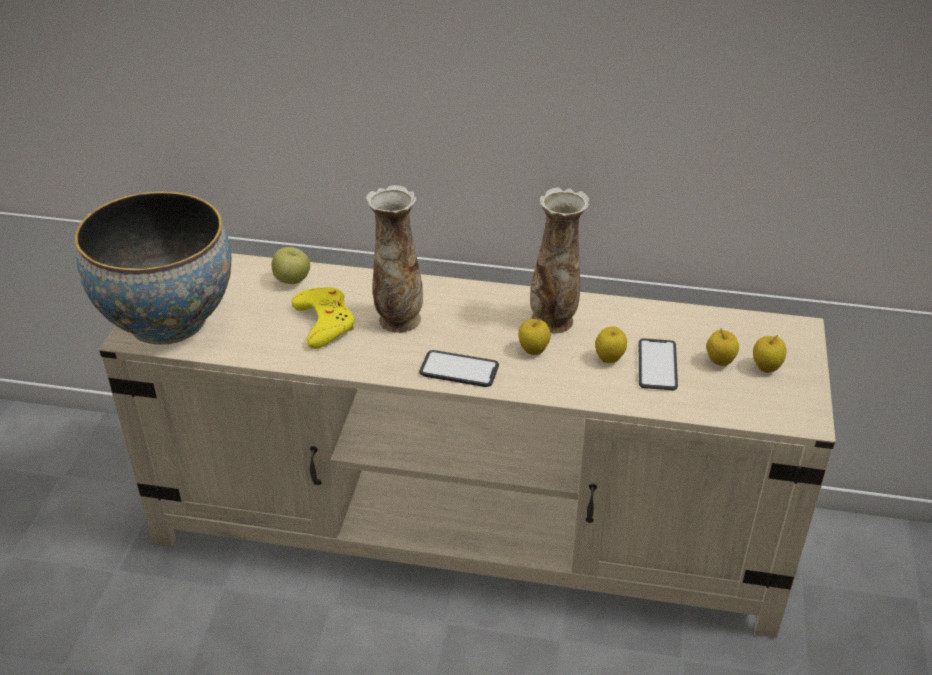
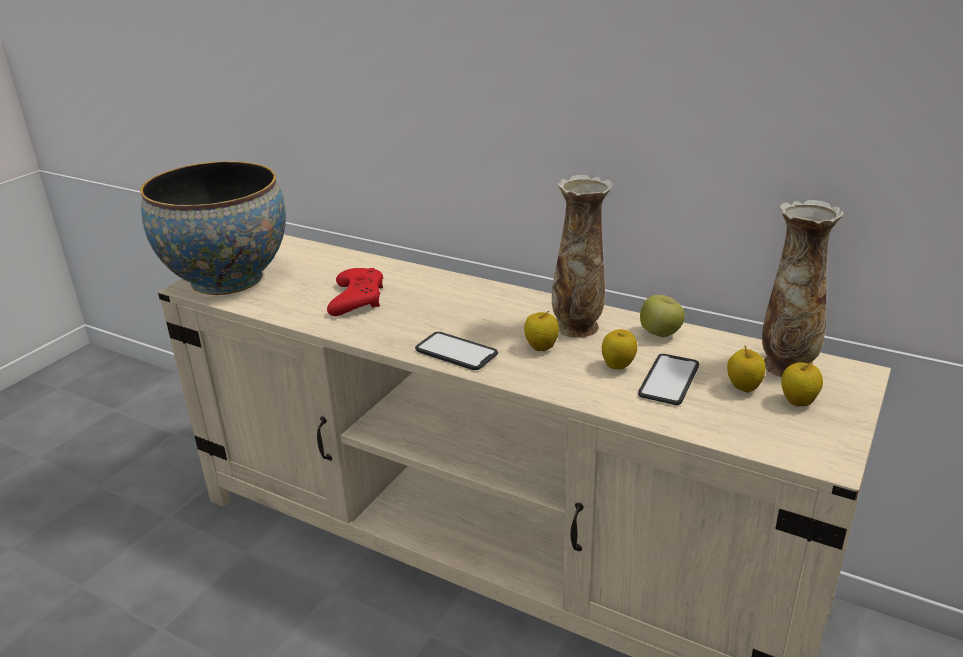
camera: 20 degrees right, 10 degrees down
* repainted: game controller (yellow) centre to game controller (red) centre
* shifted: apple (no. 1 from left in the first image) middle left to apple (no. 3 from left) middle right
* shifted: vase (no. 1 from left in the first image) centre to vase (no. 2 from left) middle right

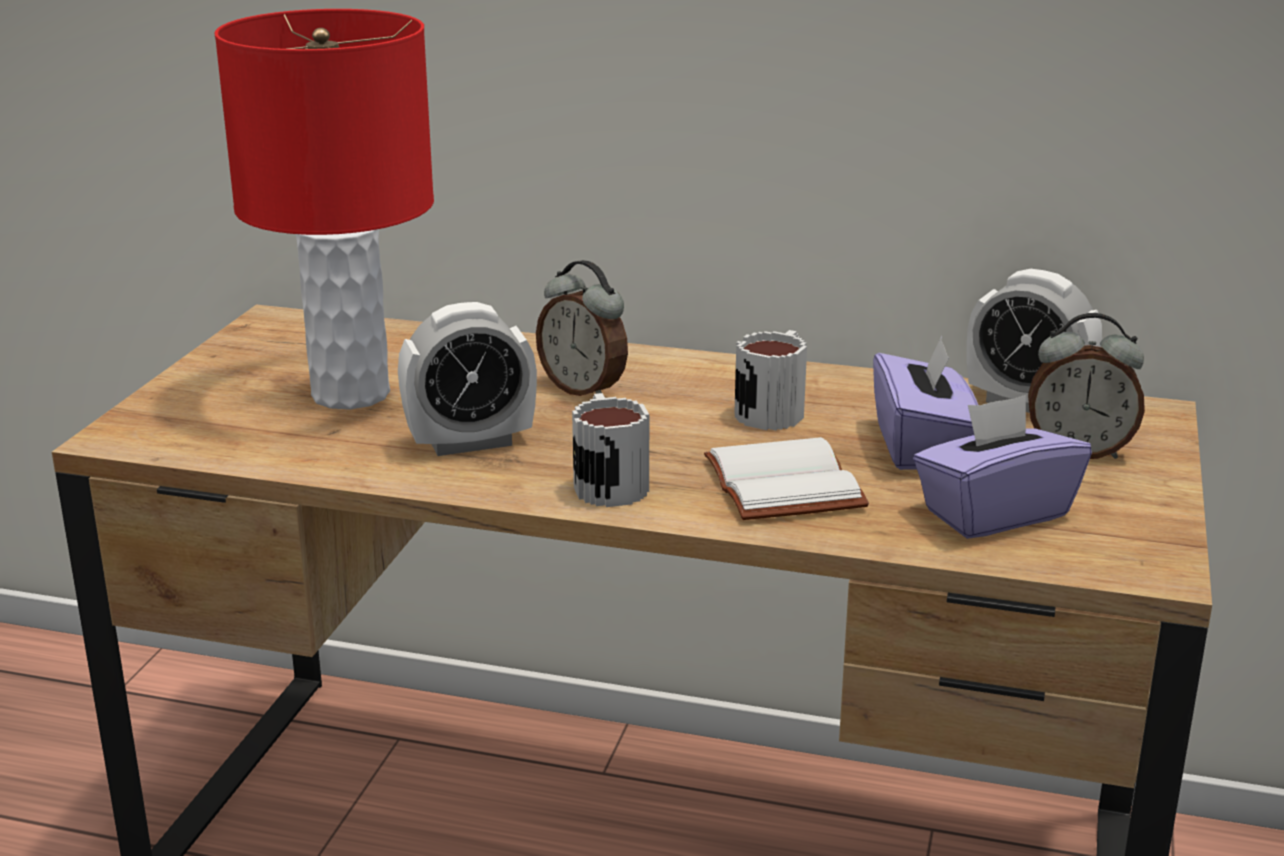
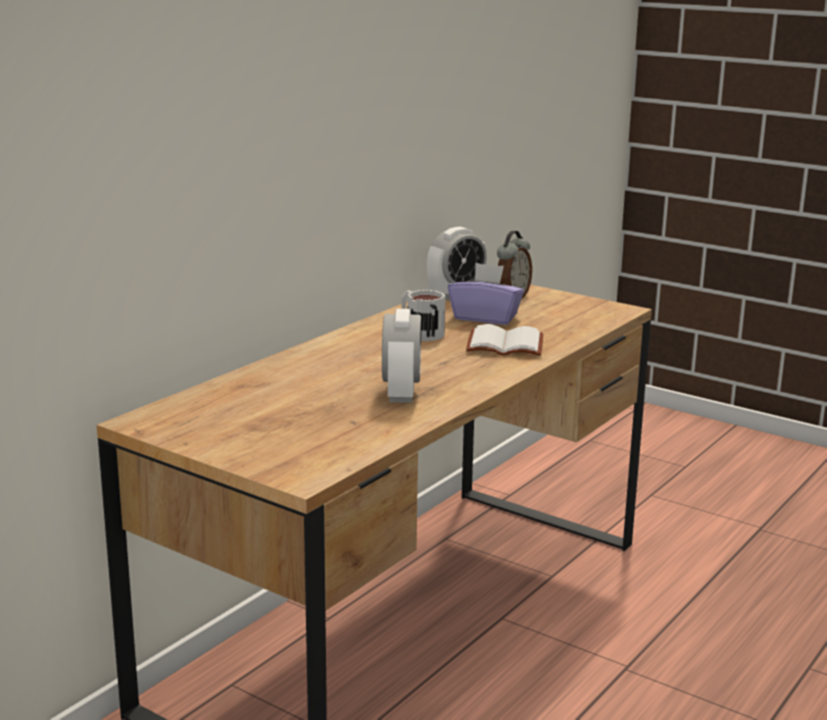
camera: 70 degrees left, 5 degrees down
* gone: table lamp (red) top left
* gone: alarm clock (no. 2 from left) centre
* gone: mug (no. 1 from left) centre
* gone: tissue box (purple) (no. 2 from left) middle right

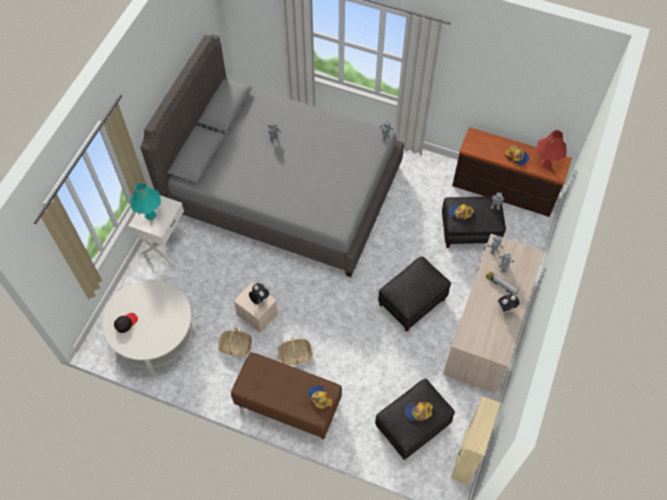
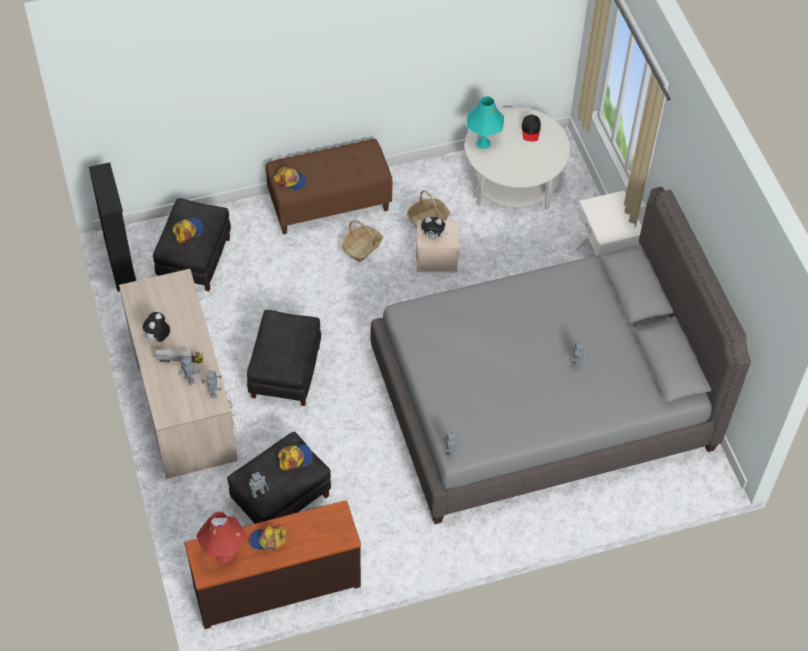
camera: 140 degrees right, 5 degrees down
* repainted: bookcase (beige) bottom right to bookcase (black) middle left
* shifted: table lamp (turquoise) middle left to top centre

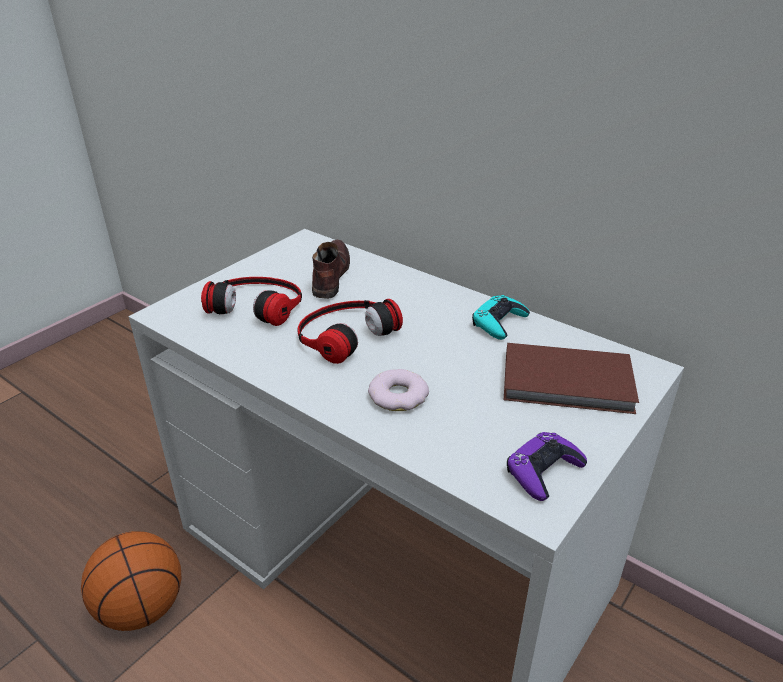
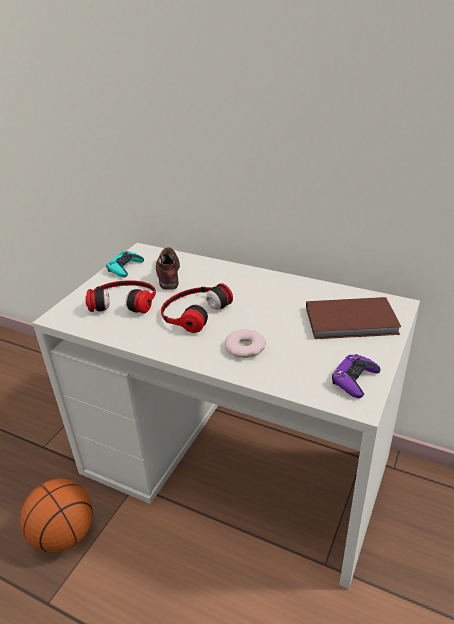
camera: 10 degrees left, 0 degrees up
* shifted: game controller (turquoise) centre to middle left

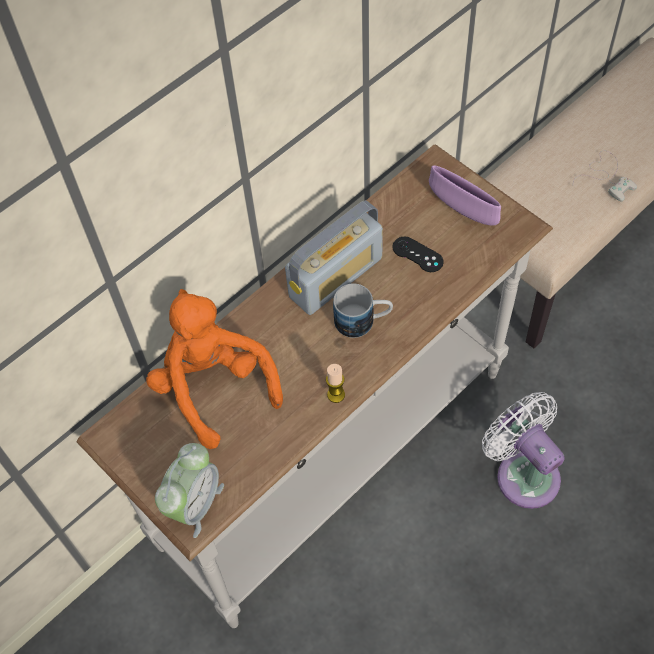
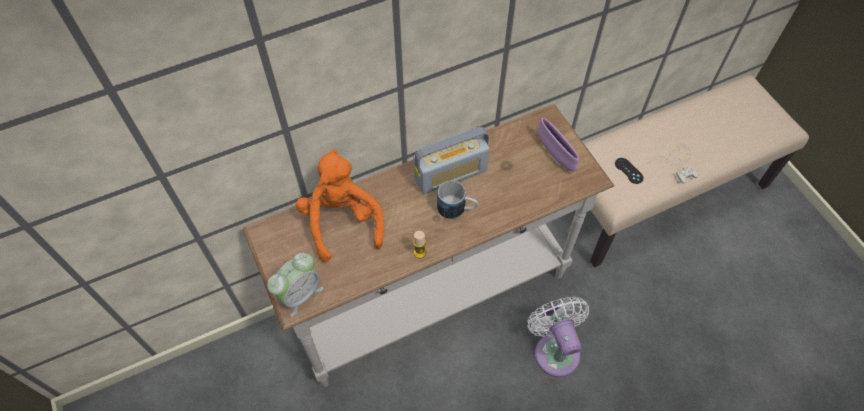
camera: 15 degrees right, 0 degrees up
* shifted: game controller (black) centre to middle right

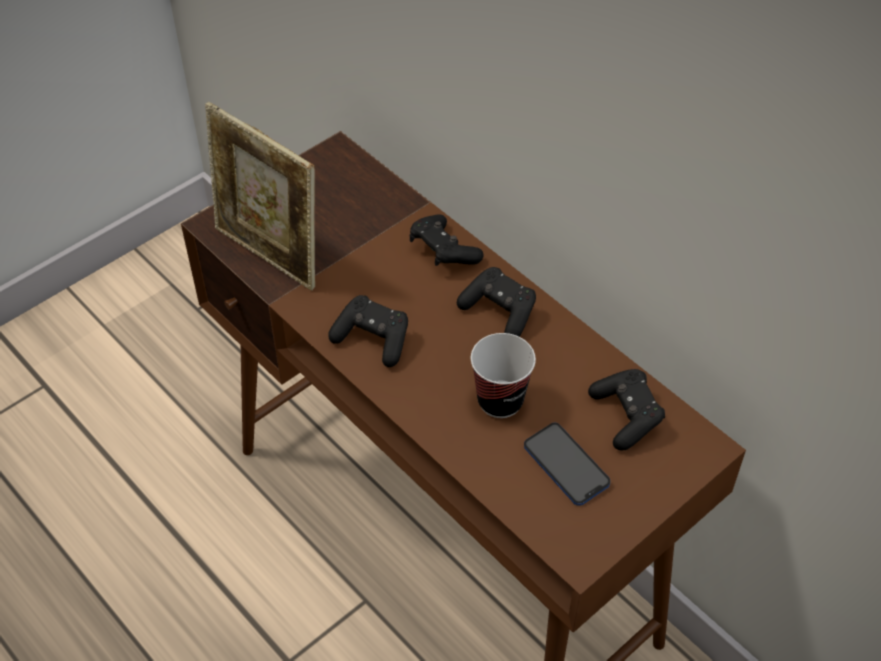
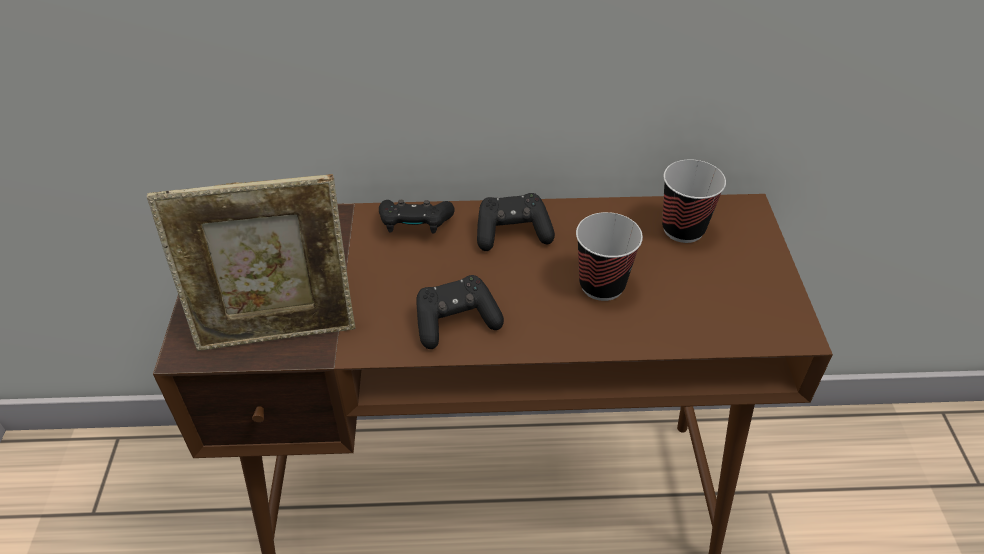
camera: 50 degrees left, 5 degrees down
* swapped: game controller (black) (no. 4 from left) middle right to cup (no. 2 from left) middle right
* gone: phone bottom centre

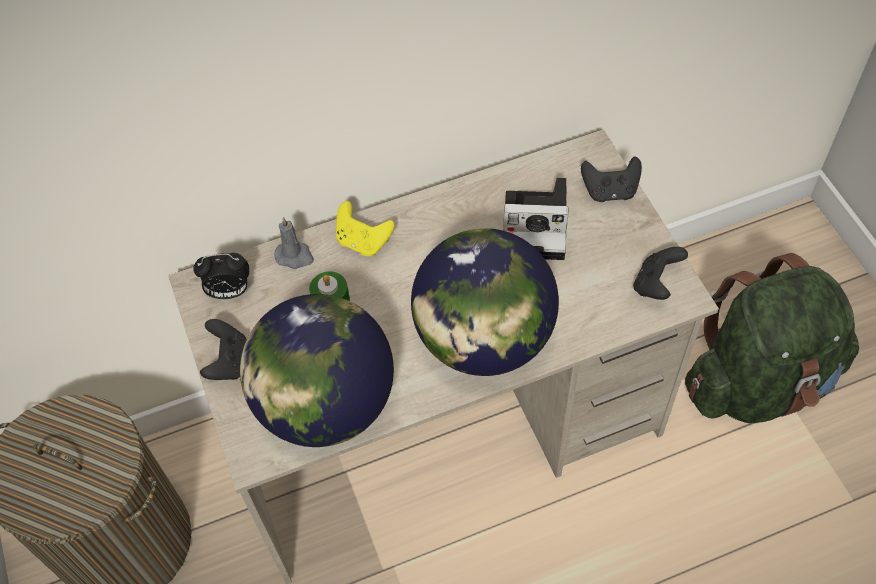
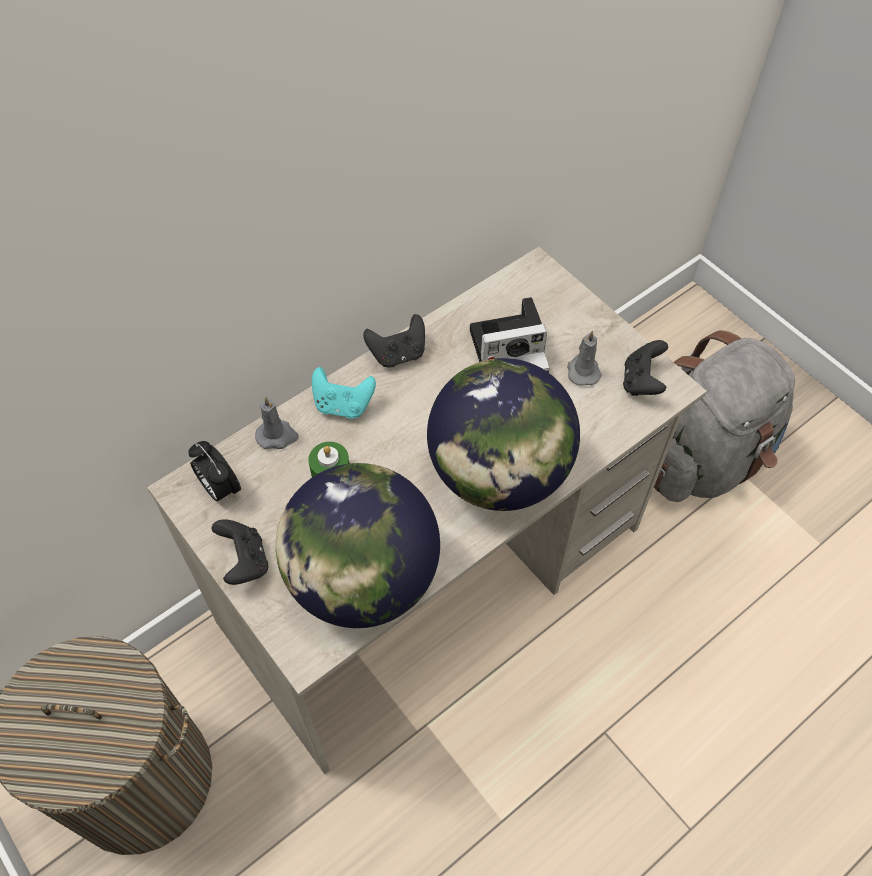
camera: 20 degrees left, 0 degrees up
* rotated: alarm clock middle left = middle left 75 degrees clockwise
* repainted: game controller (yellow) centre to game controller (turquoise) centre
* shifted: game controller (black) (no. 2 from left) top right to centre
* new: candle (grey) (no. 2 from left) middle right
* repainted: backpack (green) middle right to backpack (grey) middle right

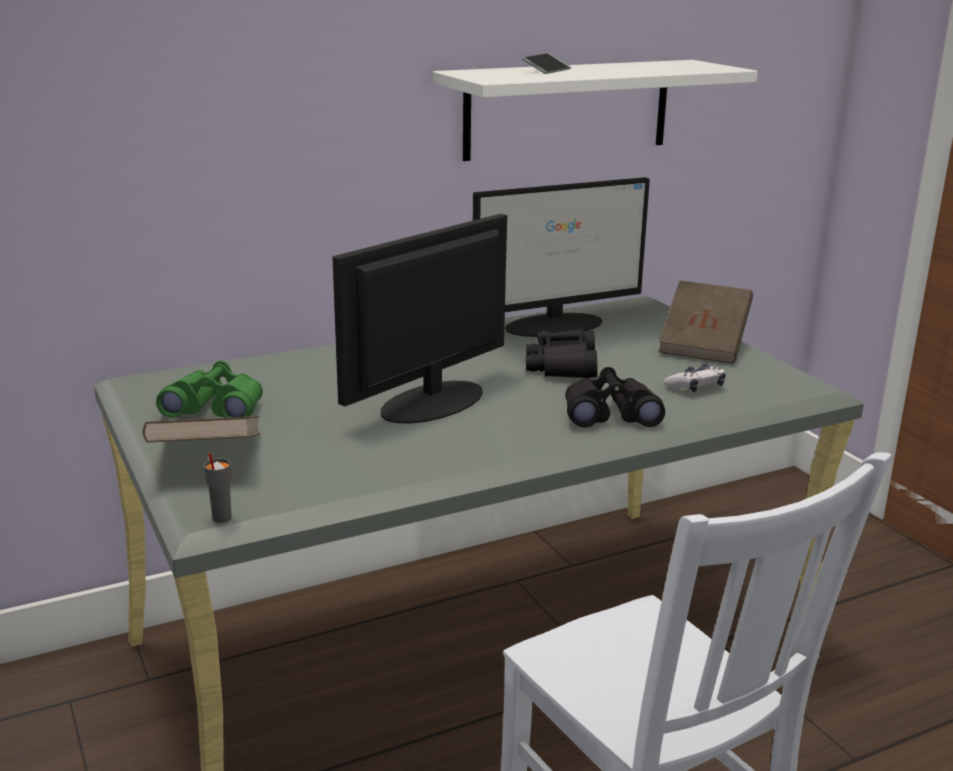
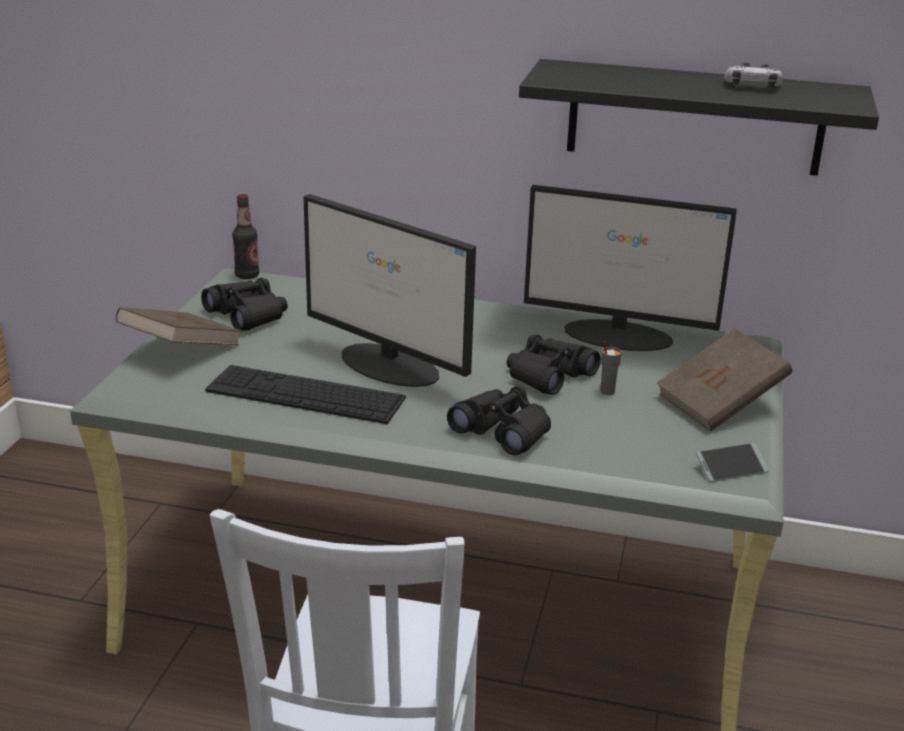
camera: 40 degrees right, 5 degrees up
* repainted: binoculars (green) middle left to binoculars (black) (no. 1 from left) middle left
* new: keyboard centre
* new: bottle top left
* rotated: monitor (no. 1 from left) centre = centre 135 degrees counterclockwise
* repainted: shelf (white) top centre to shelf (black) top right
* shifted: cup (grey) middle left to middle right
* shifted: phone top centre to middle right
* shifted: game controller middle right to top right

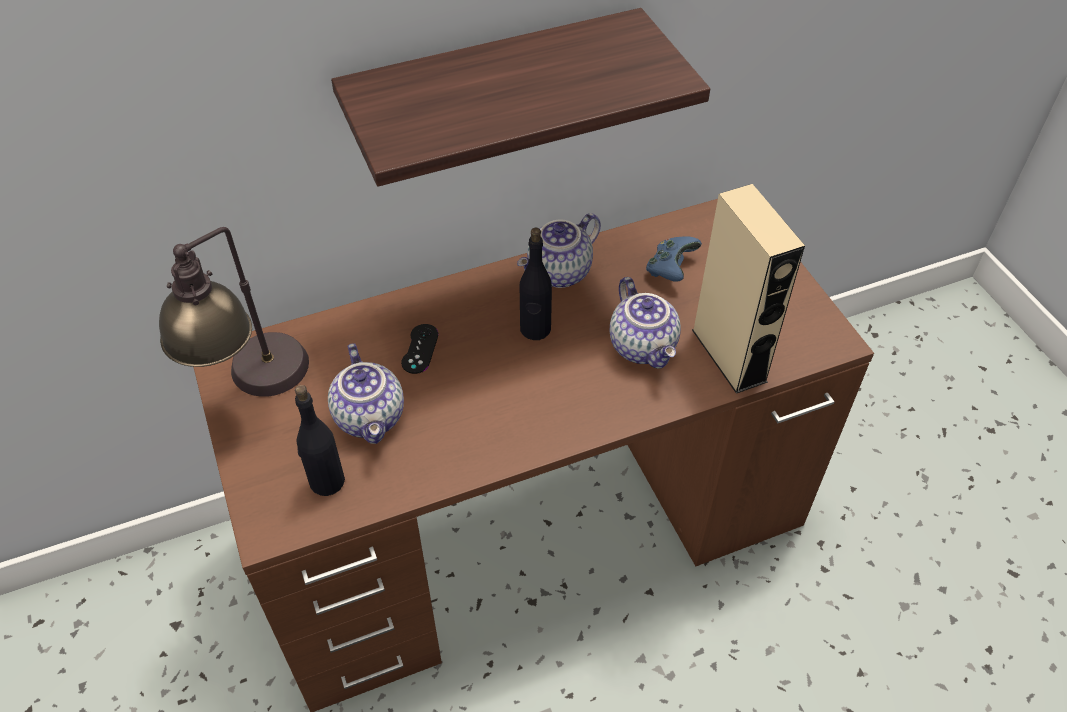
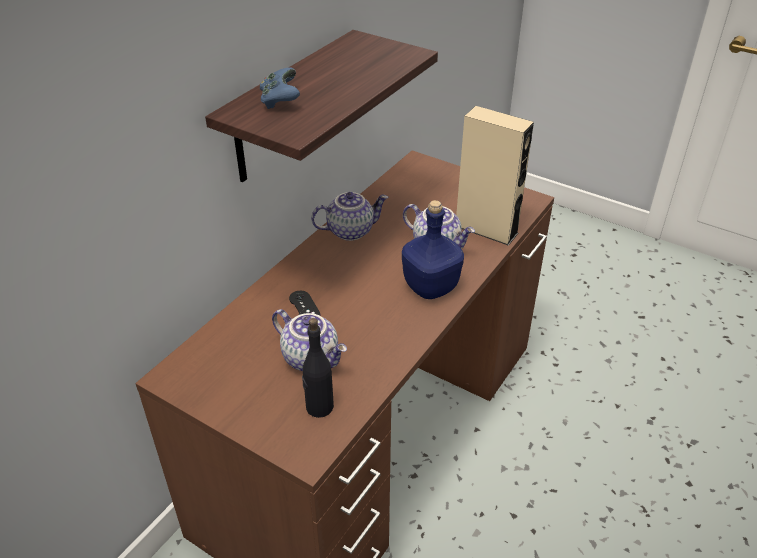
camera: 35 degrees left, 10 degrees down
* shifted: game controller (blue) centre to top centre
* rotated: teapot (no. 2 from left) centre = centre 120 degrees counterclockwise
* new: bottle (blue) centre
* gone: table lamp middle left
* gone: bottle (black) (no. 2 from left) centre

